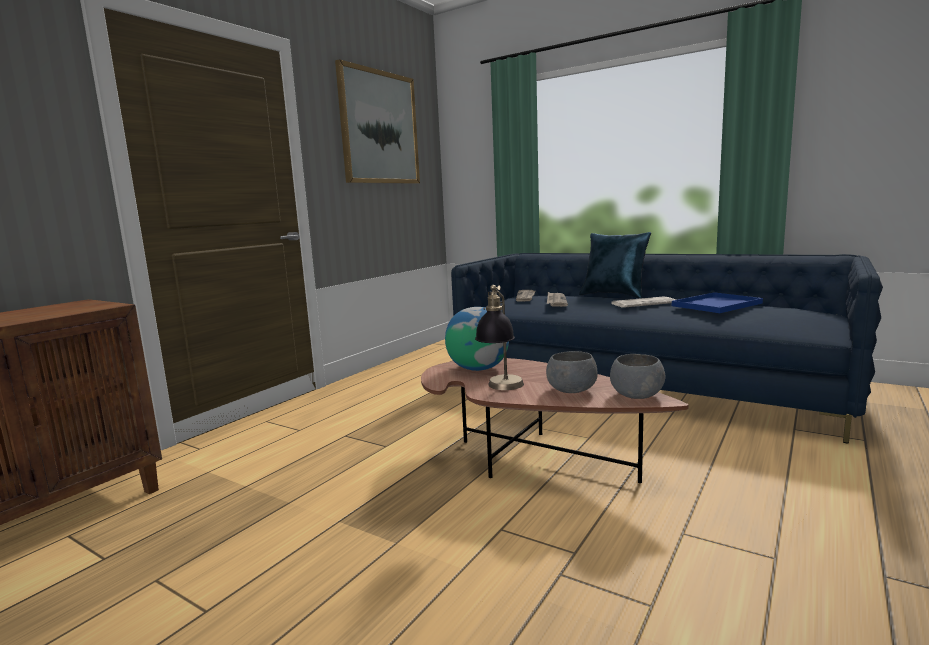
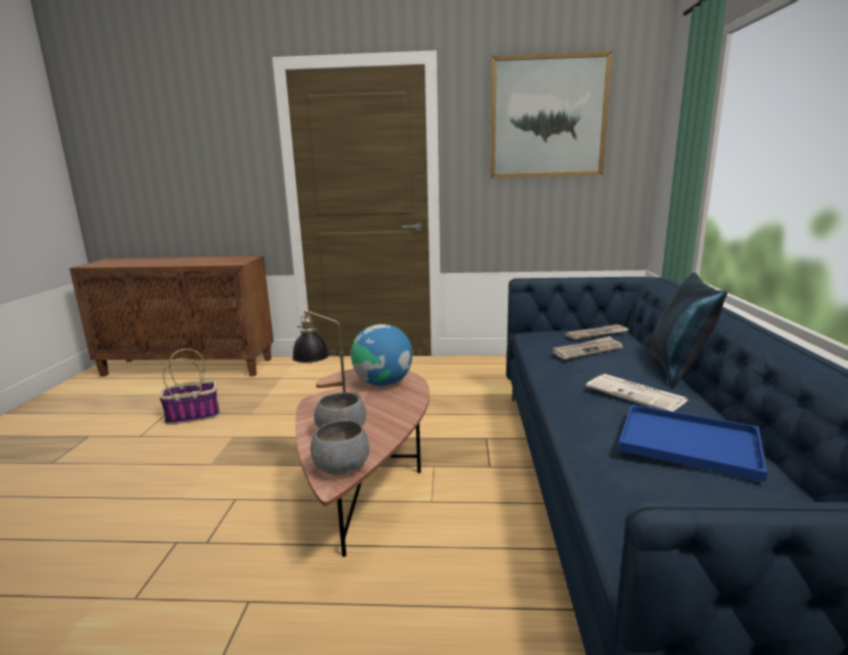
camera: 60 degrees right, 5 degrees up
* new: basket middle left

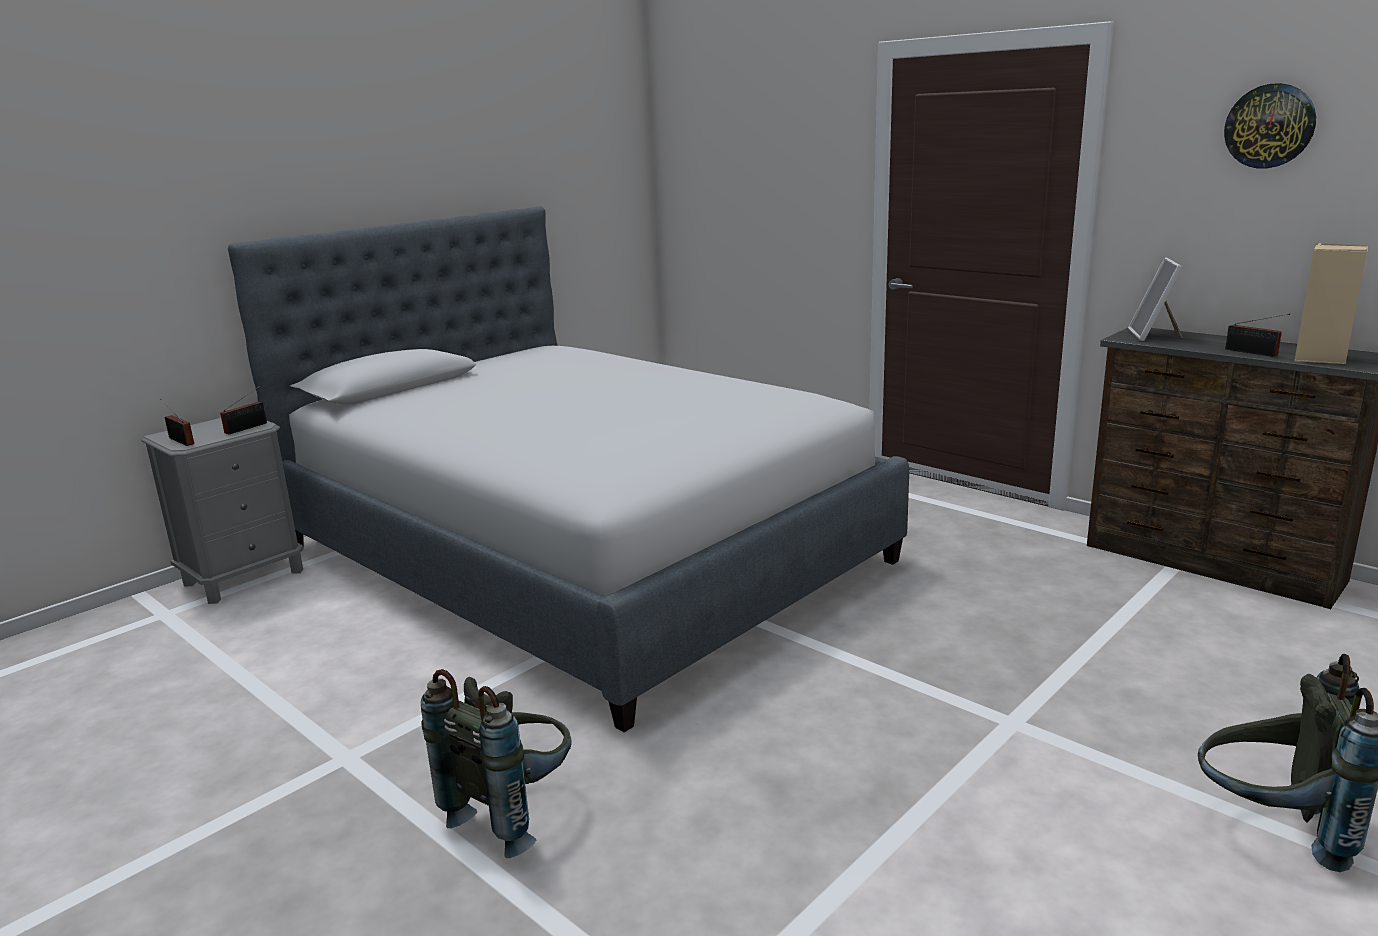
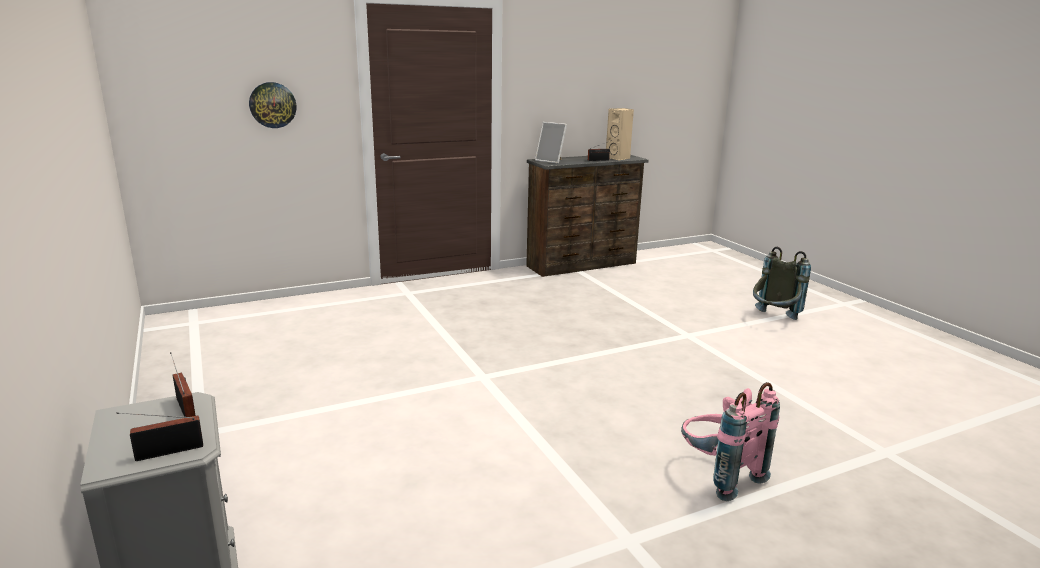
camera: 70 degrees left, 0 degrees up
* shifted: wall clock top right to top left
* repainted: backpack (grey) (no. 1 from left) bottom centre to backpack (pink) bottom right
* gone: bed centre

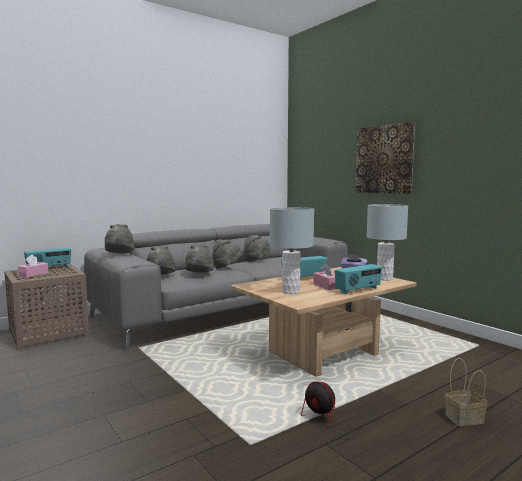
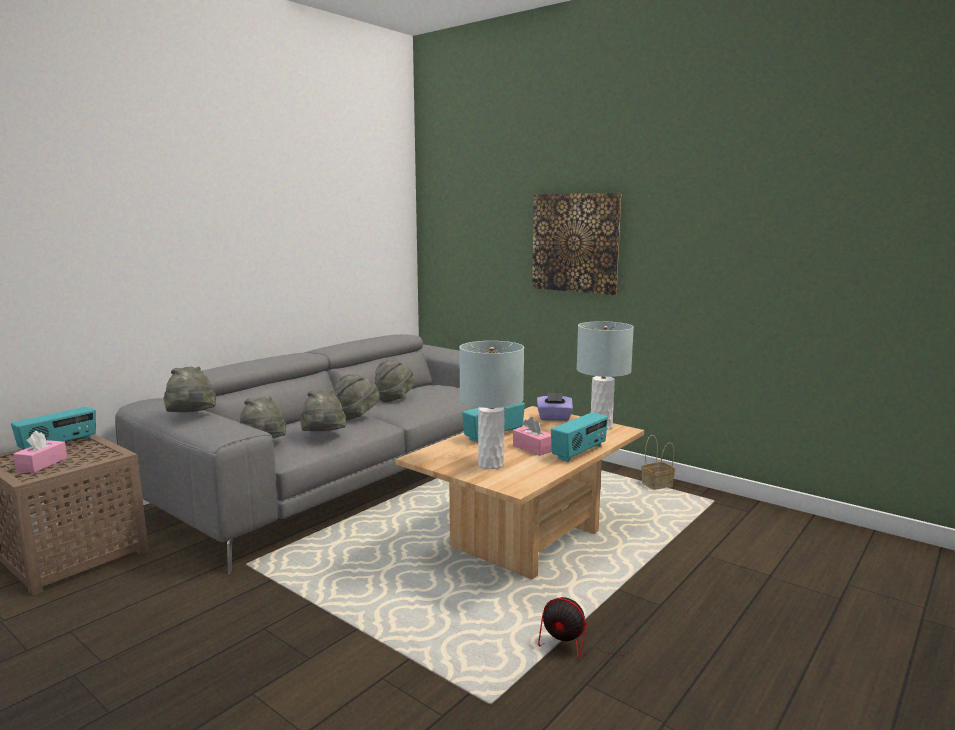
camera: 15 degrees left, 5 degrees up
* shifted: basket bottom right to middle right

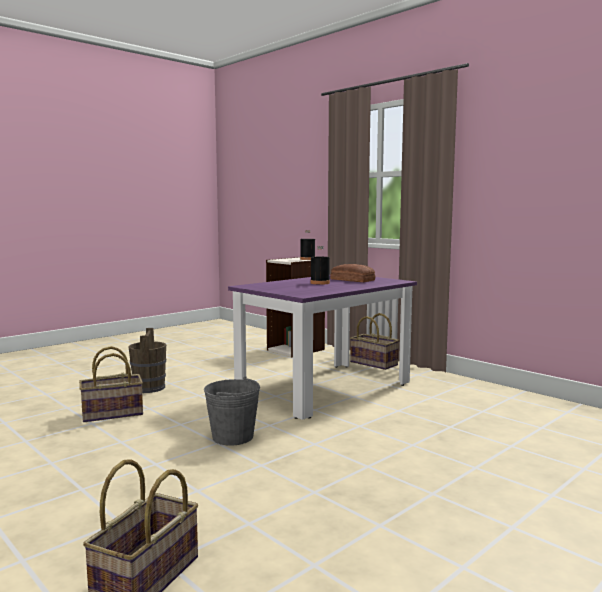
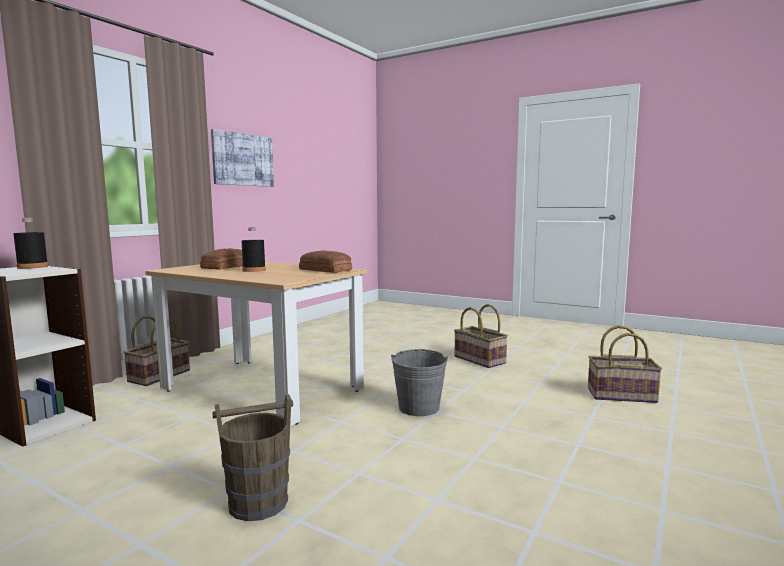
camera: 105 degrees left, 0 degrees up
* repainted: dining table (purple) centre to dining table (beige) middle left
* new: picture top left
* new: bread (no. 2 from left) centre
* shifted: basket (no. 1 from left in the first image) middle left to basket (no. 2 from left) centre

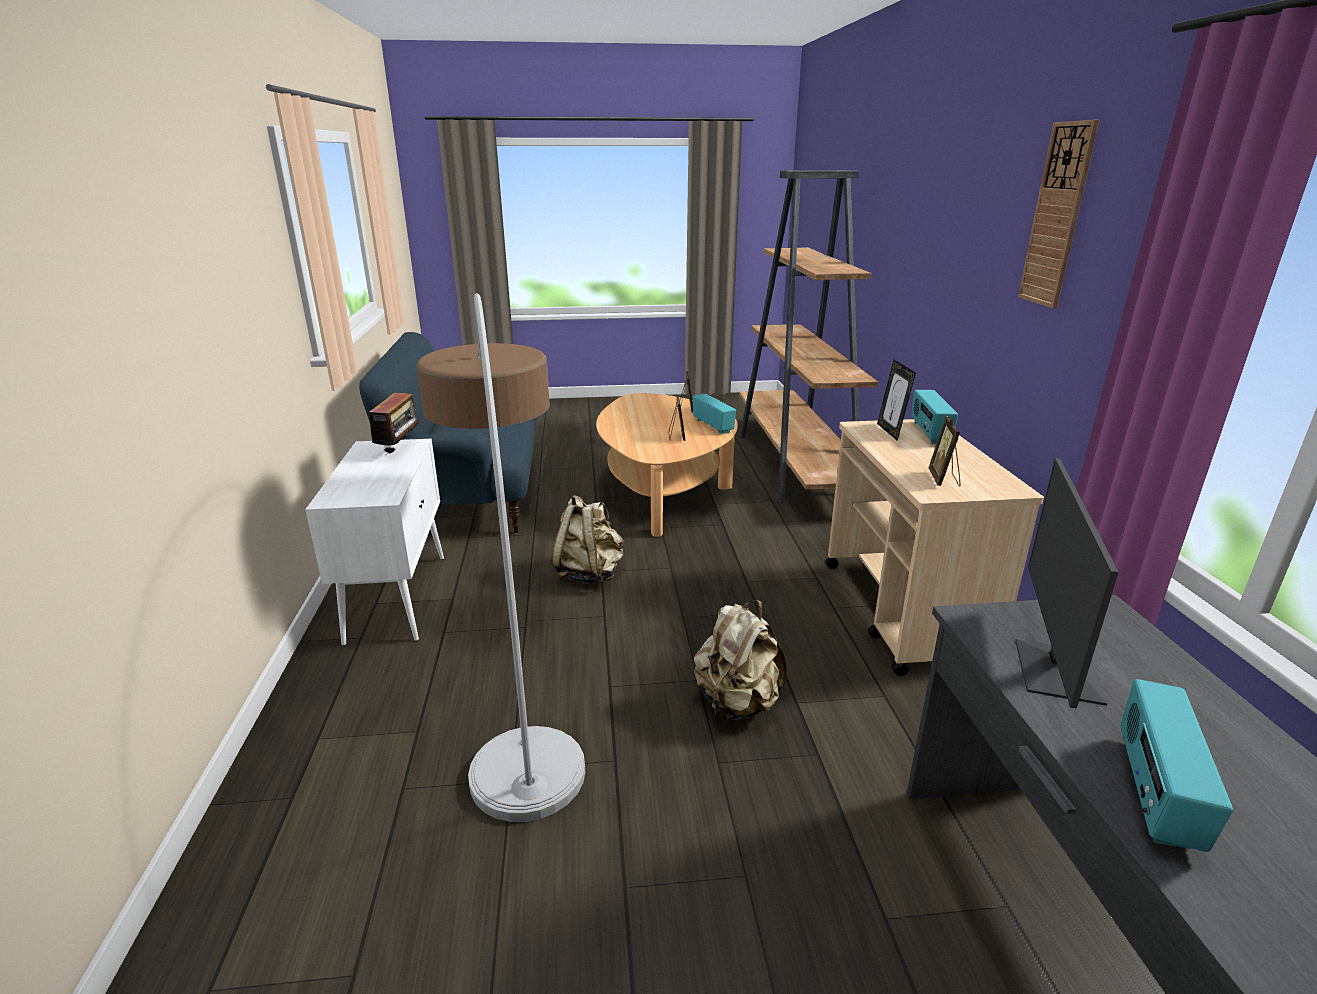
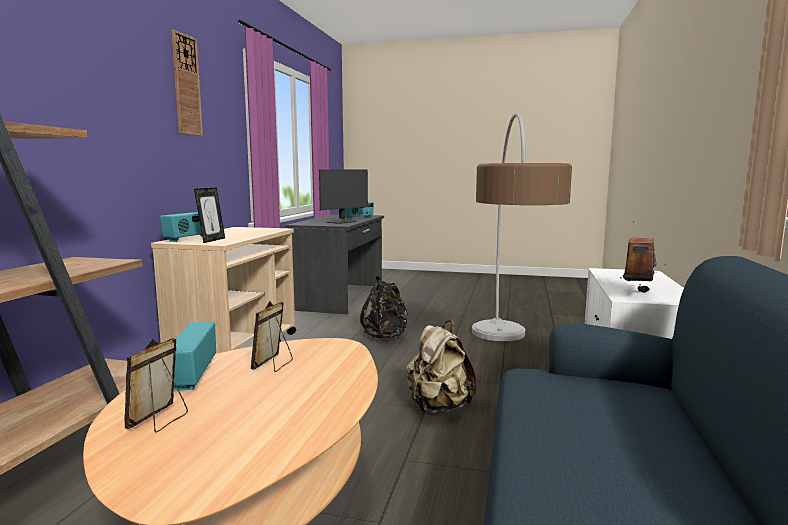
camera: 160 degrees left, 15 degrees down
* repainted: backpack (beige) (no. 2 from left) centre to backpack (black) centre
* gone: picture frame (no. 4 from left) middle right

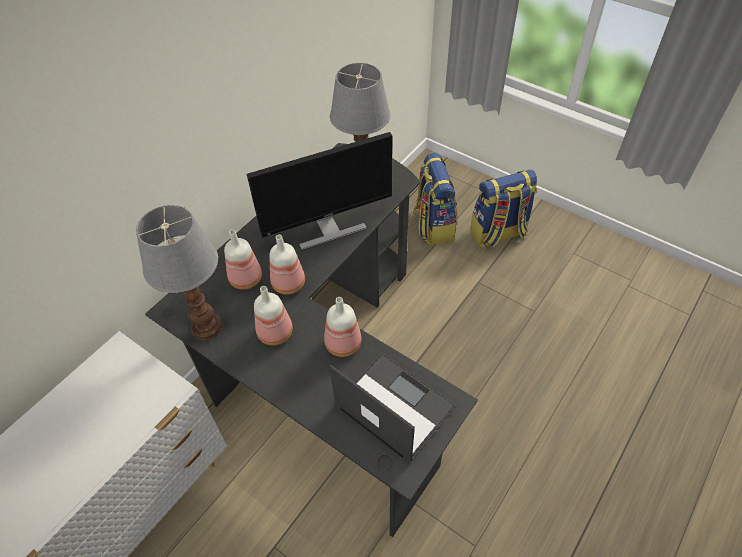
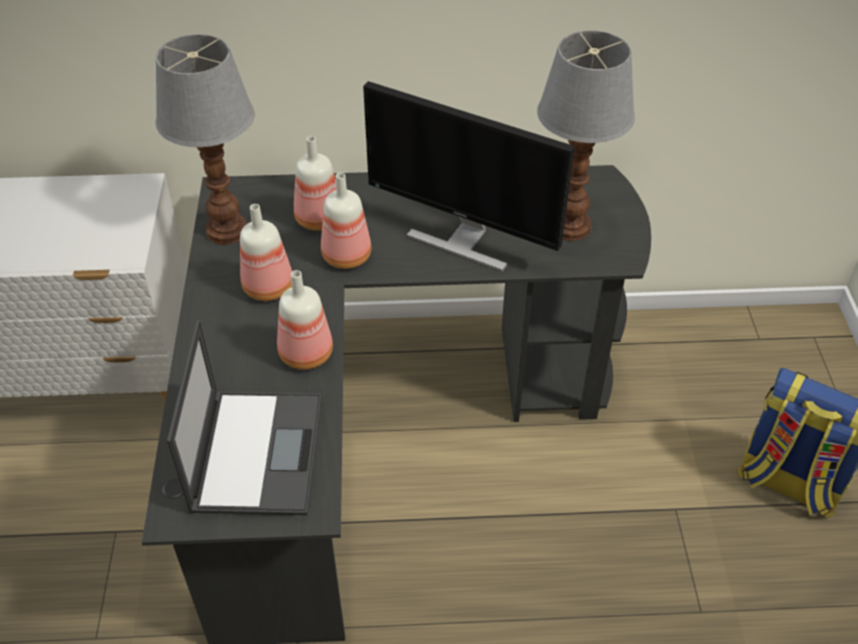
camera: 50 degrees right, 5 degrees down
* gone: backpack (no. 1 from left) centre

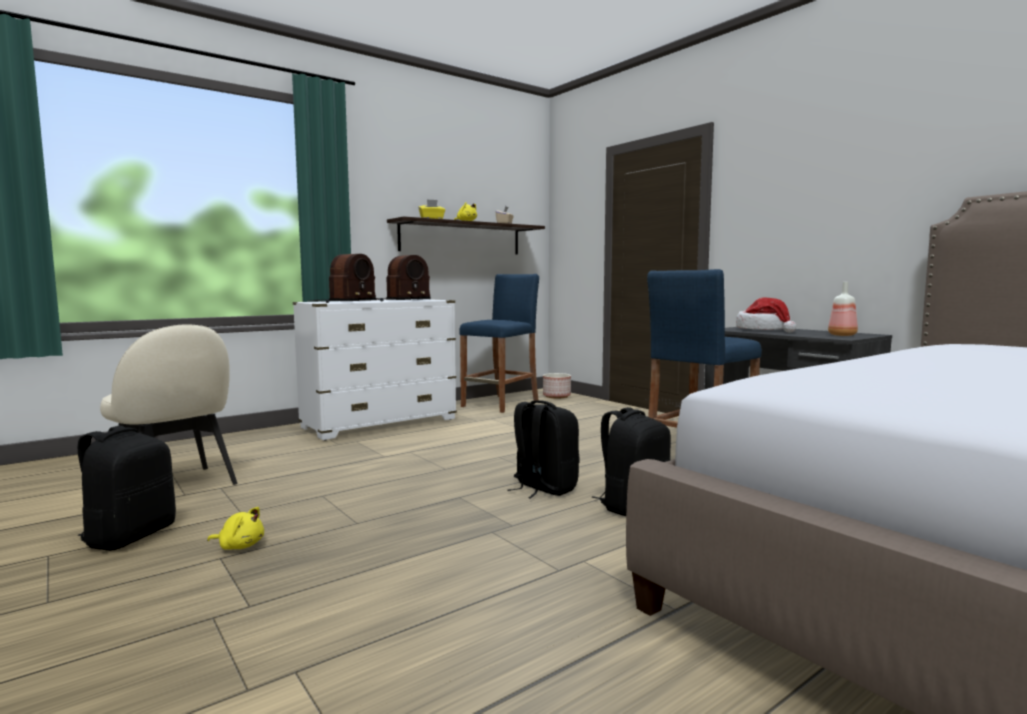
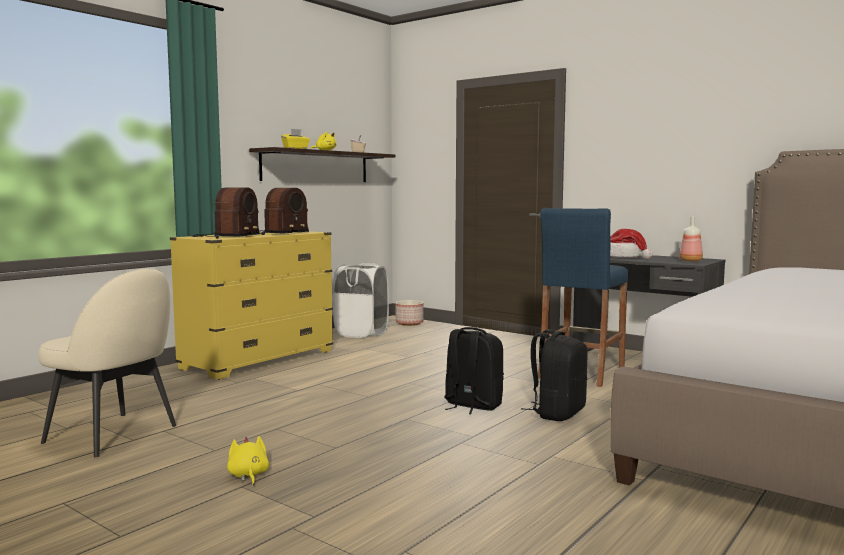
camera: 15 degrees left, 0 degrees up
* repainted: dresser (white) centre to dresser (yellow) middle left
* rotated: plush toy (yellow) (no. 1 from left) bottom left = bottom left 105 degrees counterclockwise
* swapped: stool (blue) (no. 1 from left) centre to laundry basket (white) centre
* gone: backpack (black) (no. 1 from left) bottom left

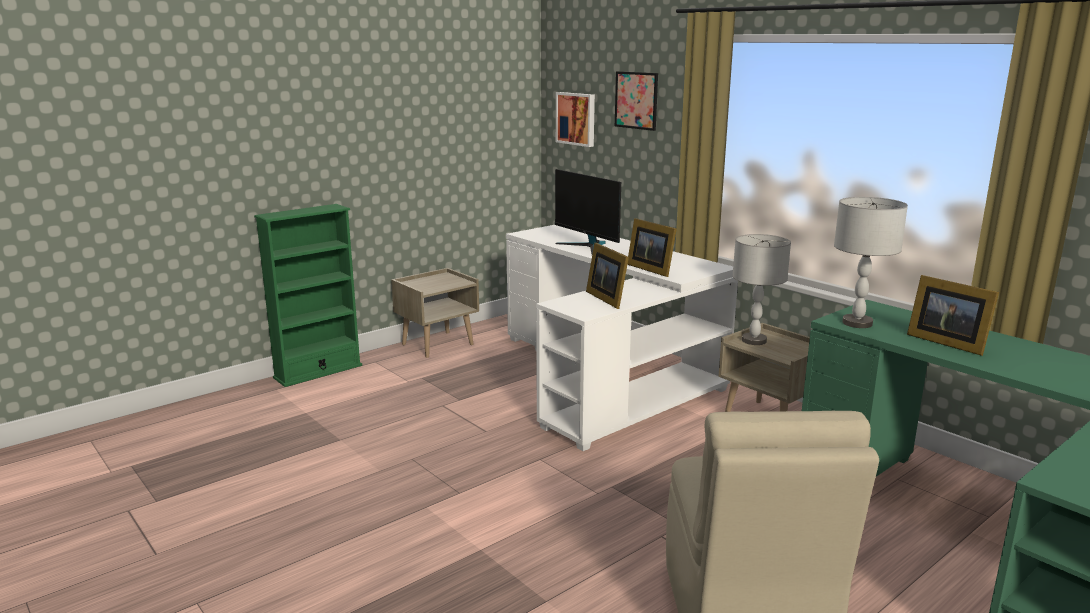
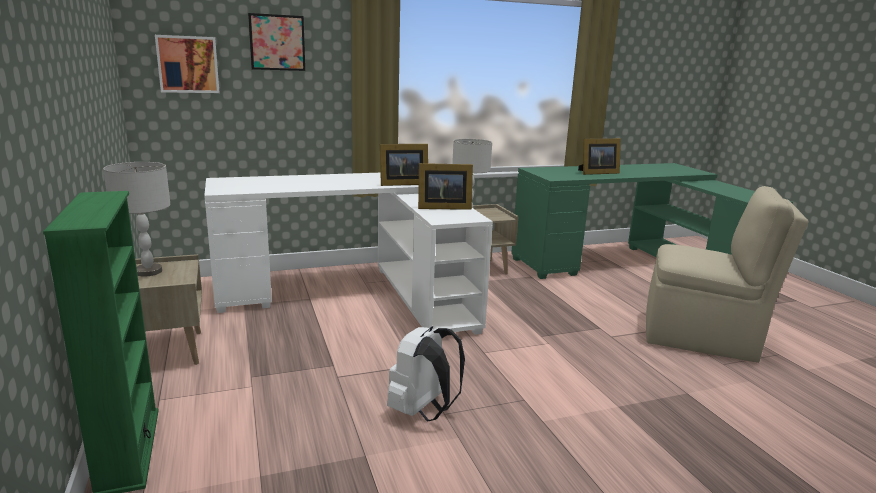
camera: 70 degrees left, 0 degrees up
* shifted: table lamp (grey) (no. 2 from left in the first image) middle right to table lamp (grey) (no. 1 from left) middle left
* new: backpack (white) bottom centre
* gone: monitor centre

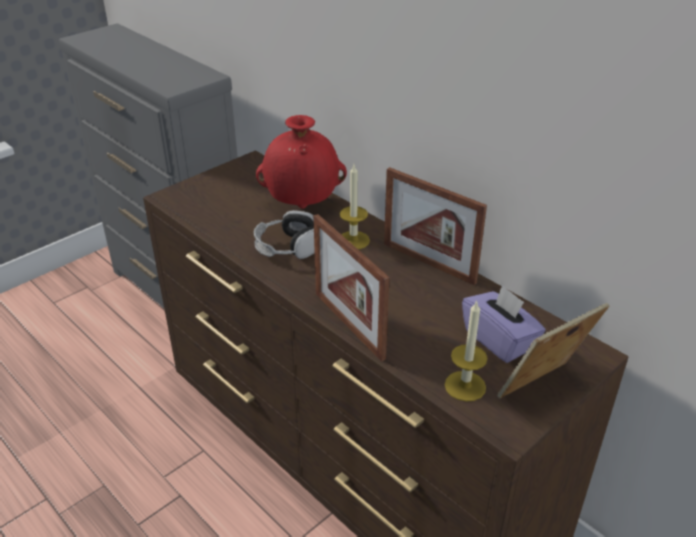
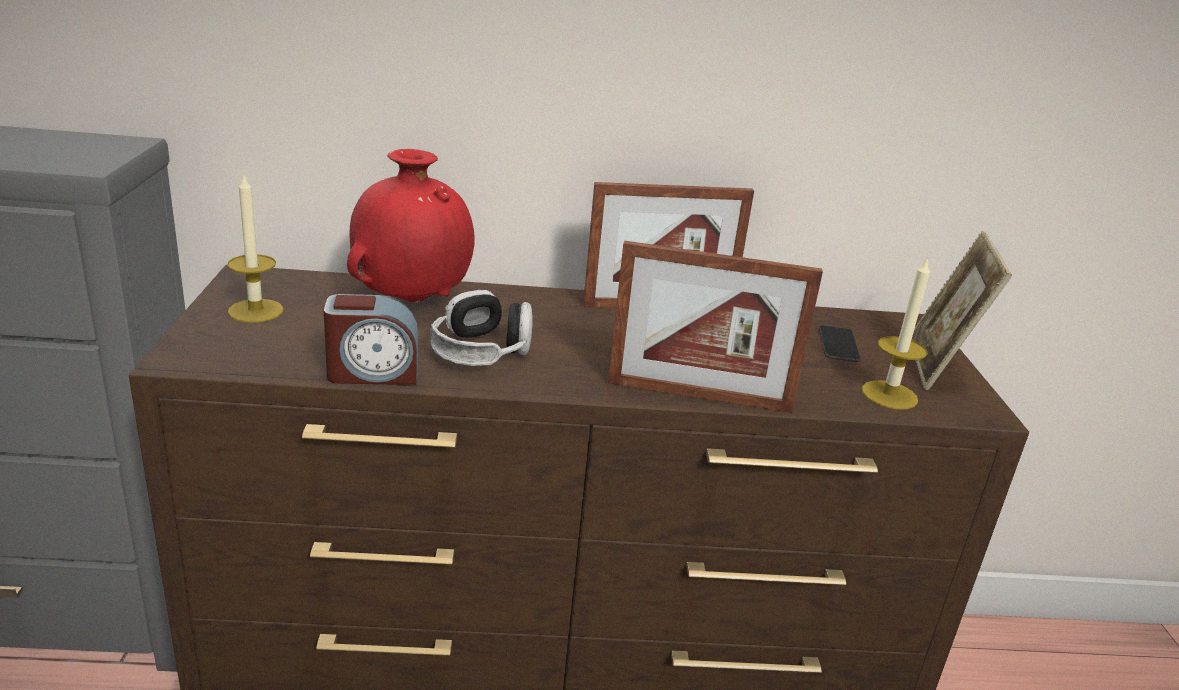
camera: 50 degrees left, 10 degrees down
* shifted: candle (no. 1 from left) centre to middle left
* new: alarm clock middle left
* swapped: tissue box (purple) middle right to phone middle right

